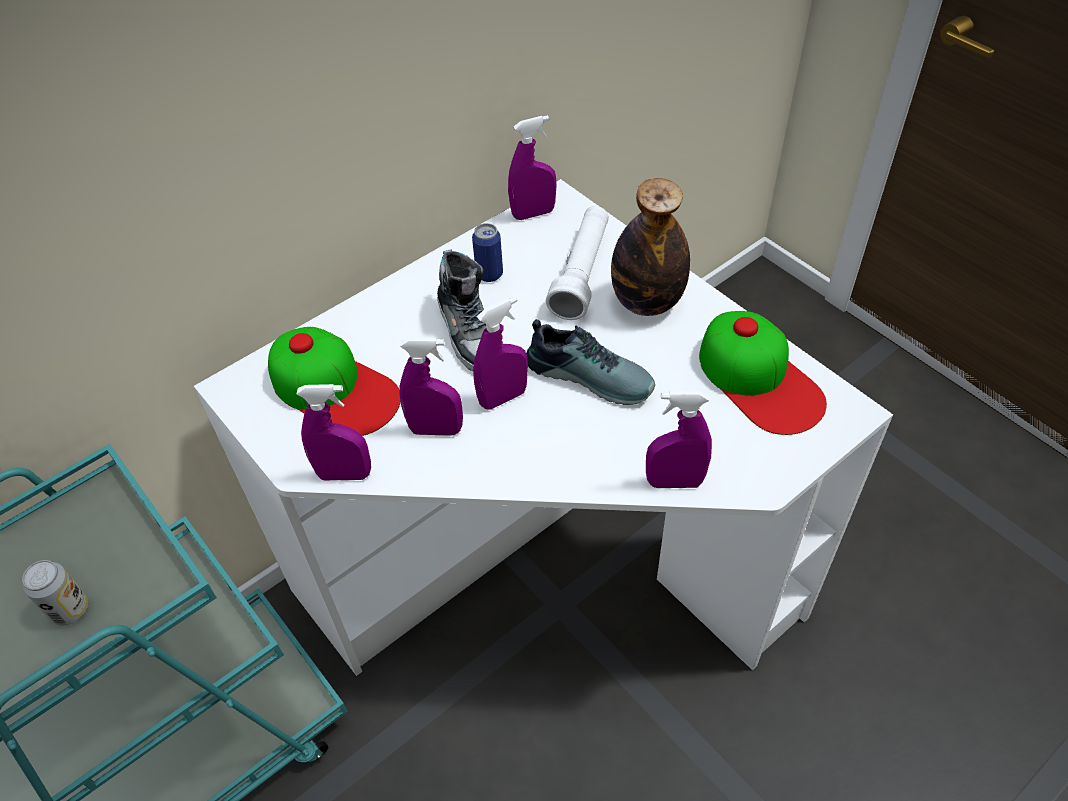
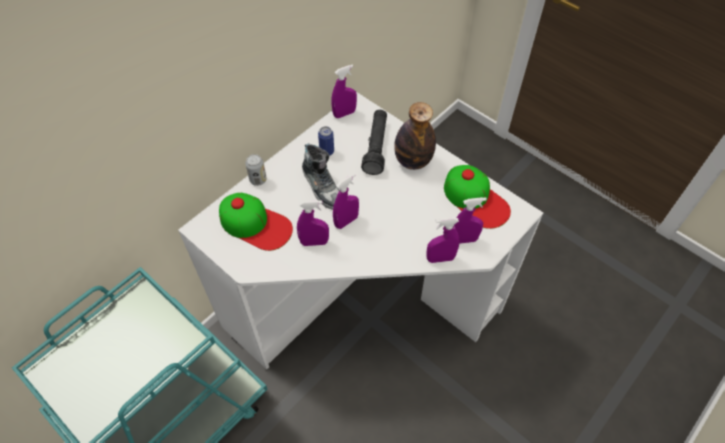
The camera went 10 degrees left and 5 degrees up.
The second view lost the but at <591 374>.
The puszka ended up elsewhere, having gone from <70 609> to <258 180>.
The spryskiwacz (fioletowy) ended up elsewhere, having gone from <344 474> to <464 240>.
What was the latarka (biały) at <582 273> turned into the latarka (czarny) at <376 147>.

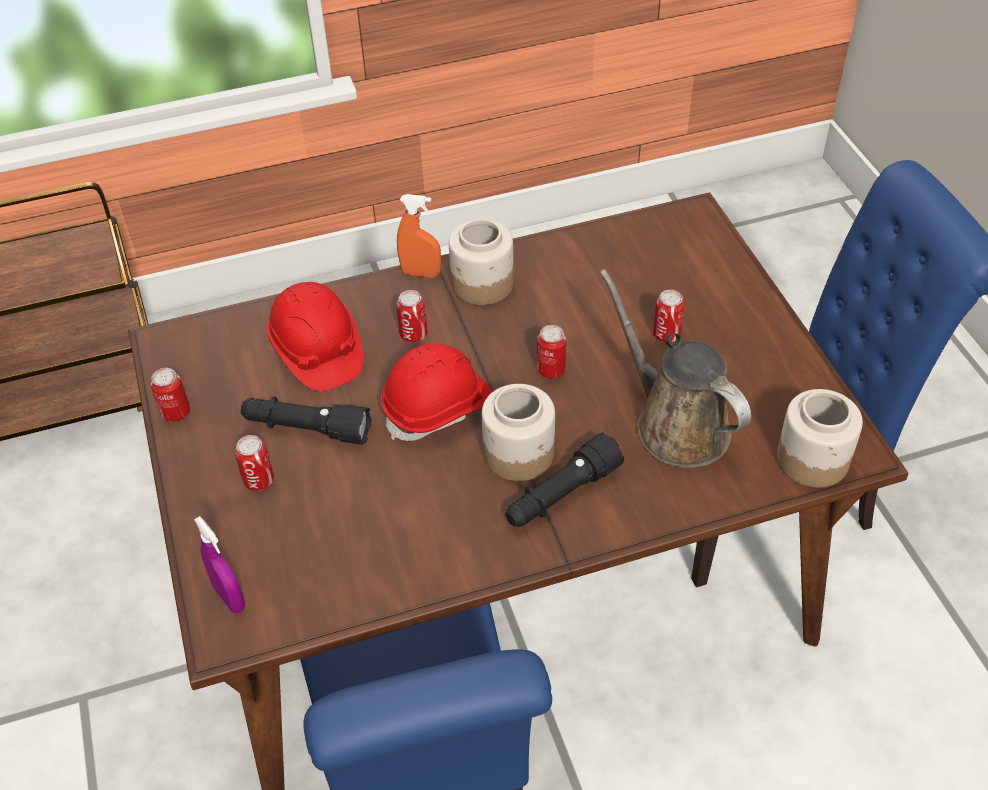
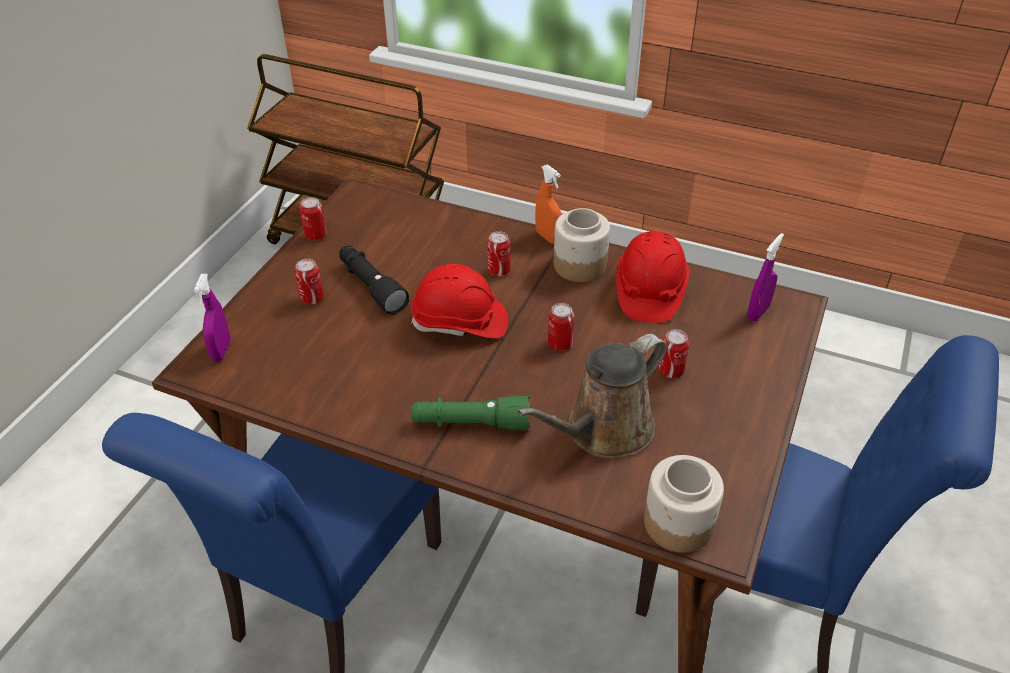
The camera went 40 degrees right and 5 degrees down.
The second view lost the słoik at <519 454>.
The second view gained the spryskiwacz (fioletowy) at <758 312>.
The kask (czerwony) ended up elsewhere, having gone from <317 352> to <649 292>.
What was the latarka (czarny) at <561 495> turned into the latarka (zielony) at <471 423>.
The konewka (brązowy) at <675 424> ended up facing another way, 135 degrees counterclockwise from before.

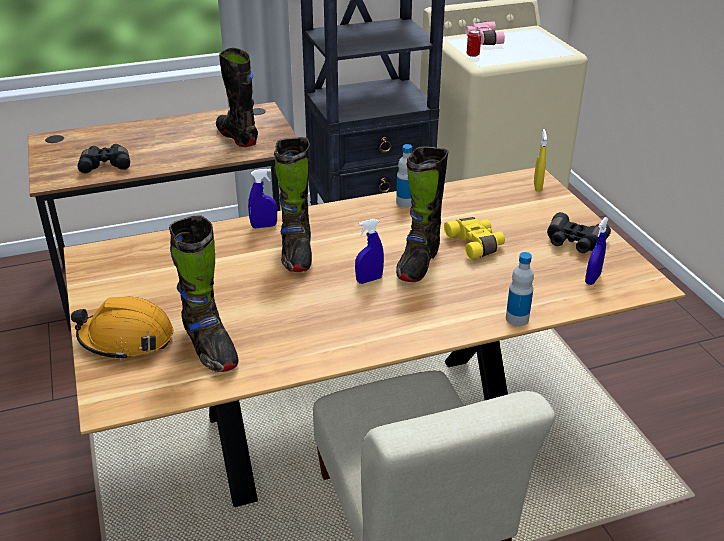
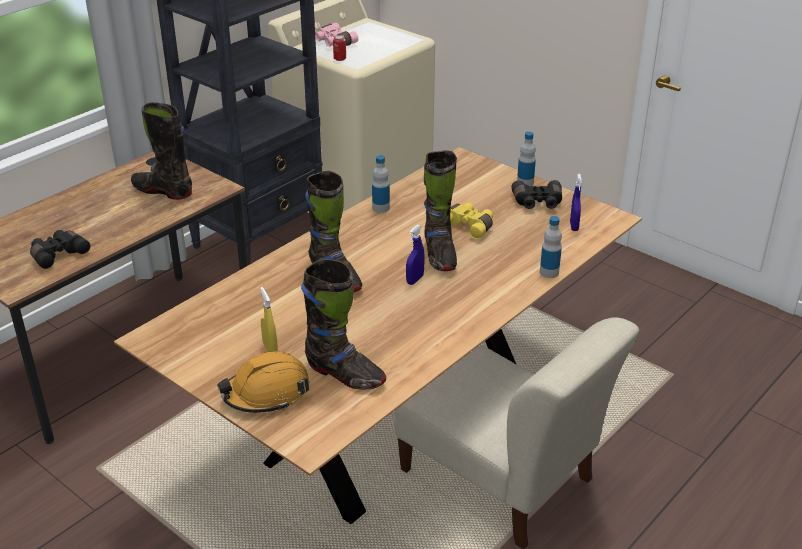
The camera went 30 degrees left and 0 degrees up.
The second view lost the spryskiwacz (niebieski) at <264 226>.
The second view gained the butelka at <525 183>.
The spryskiwacz (żółty) ended up elsewhere, having gone from <537 187> to <270 348>.

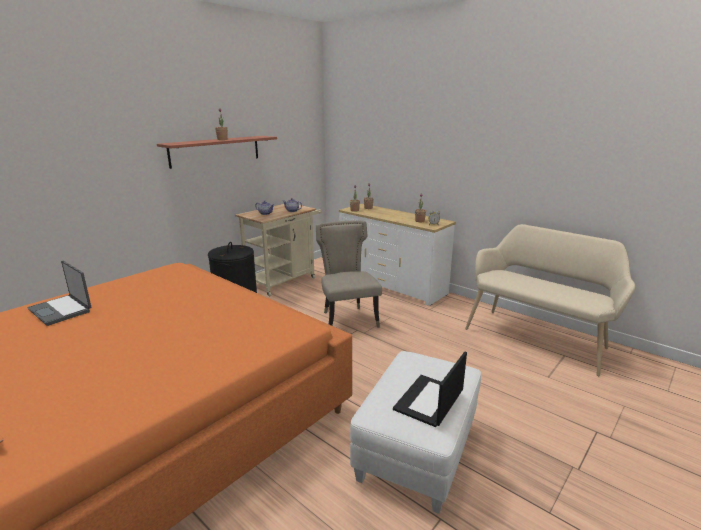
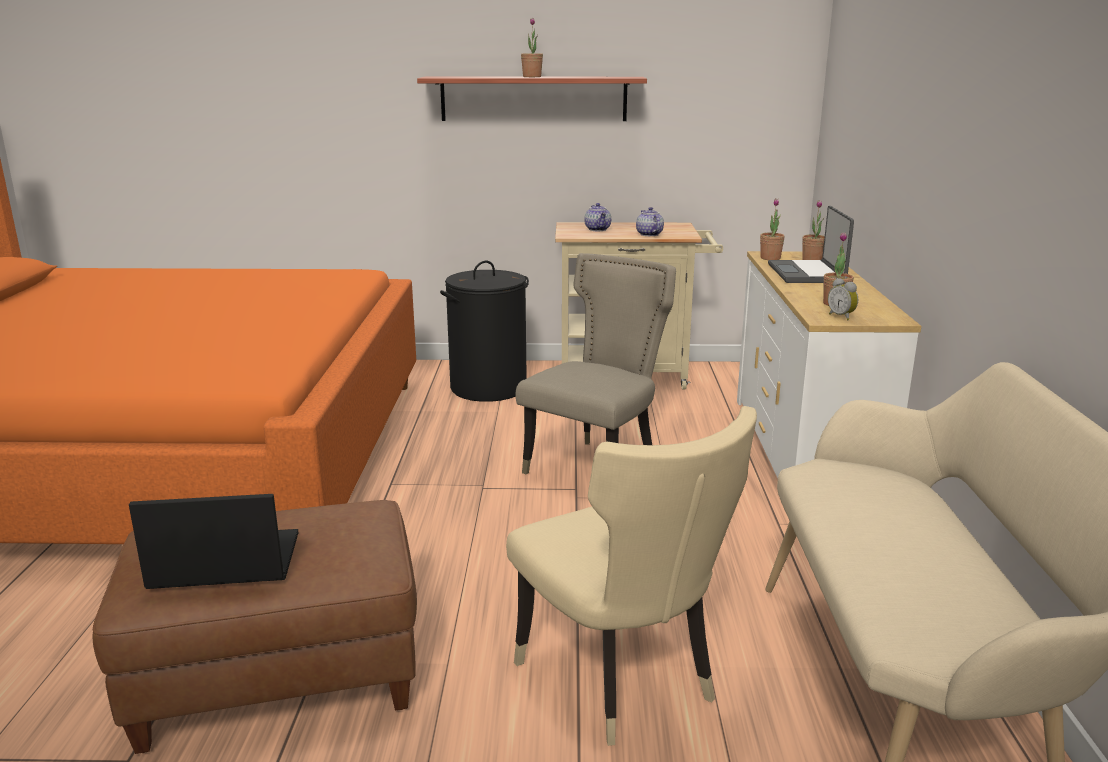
The camera went 50 degrees right and 0 degrees up.
The second view gained the krzesło (beżowy) at <623 681>.
The laptop ended up elsewhere, having gone from <61 310> to <807 273>.
What was the pufa (biały) at <417 453> turned into the pufa (brązowy) at <277 679>.

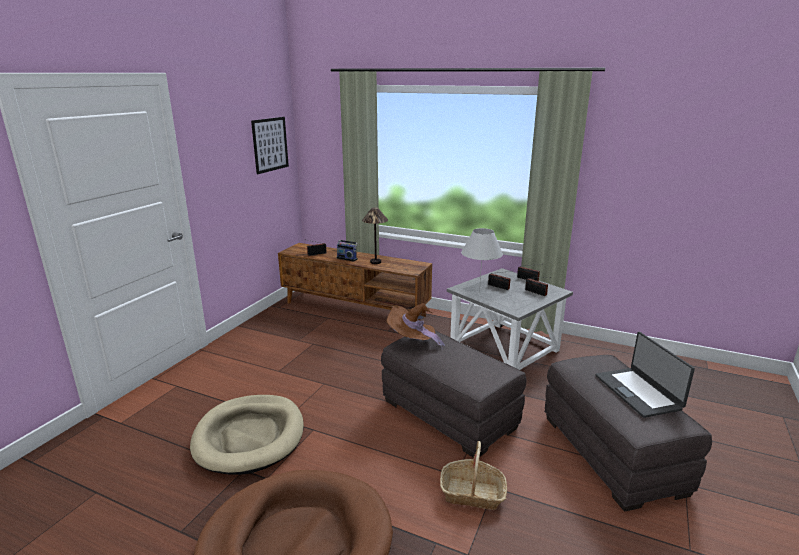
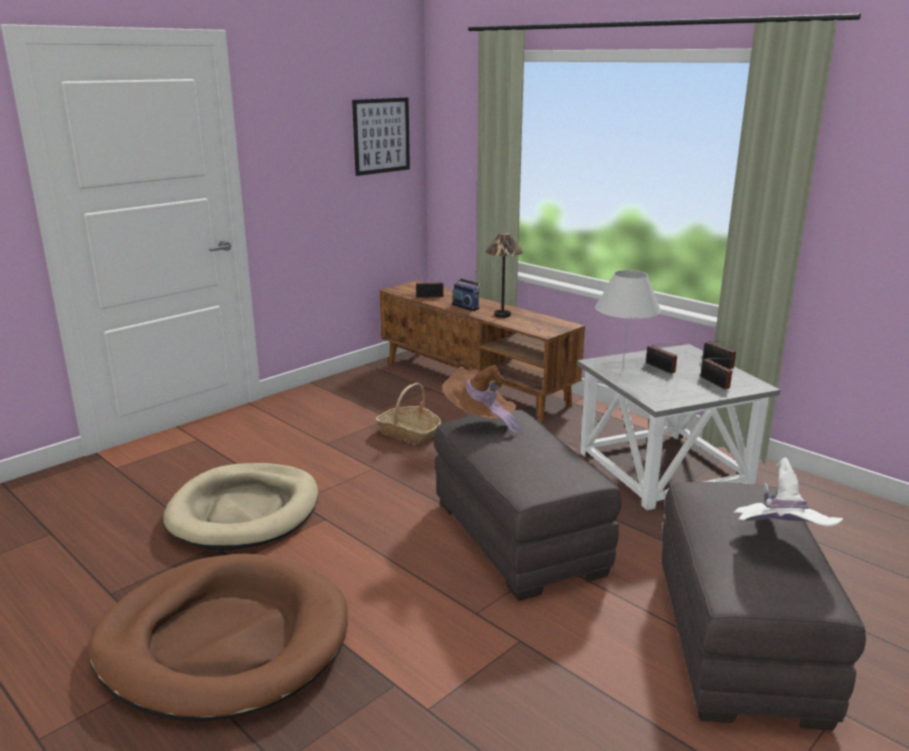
The camera went 20 degrees right and 0 degrees up.
The koszyk ended up elsewhere, having gone from <472 493> to <409 433>.
Where the laptop stood at <638 392>, the kapelusz (biały) came to stand at <779 543>.

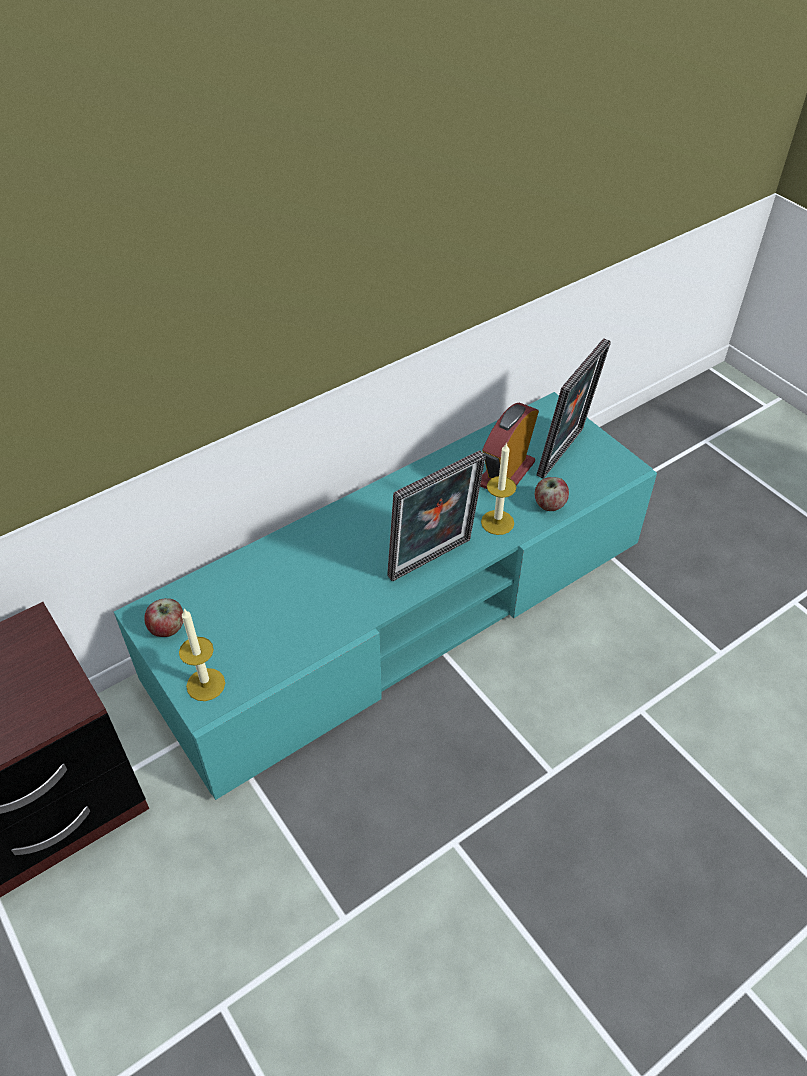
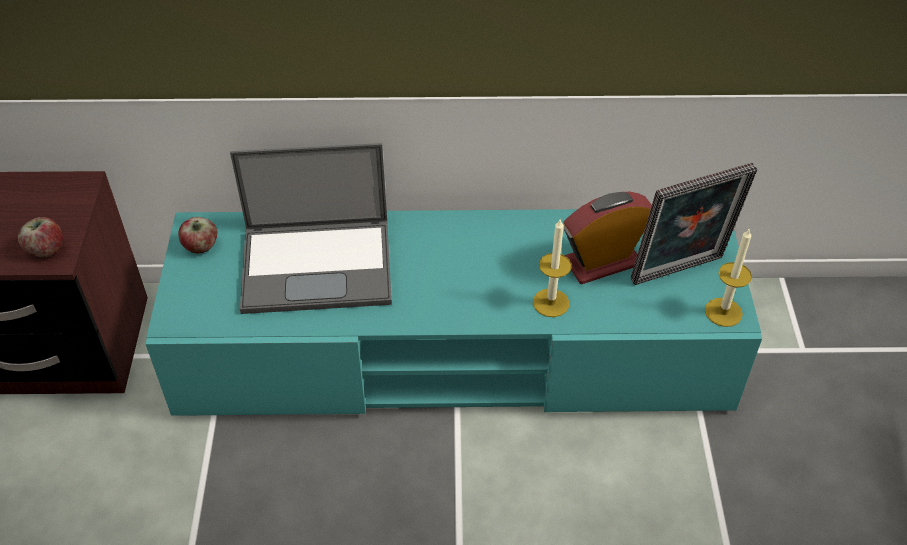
The camera went 35 degrees right and 0 degrees up.
The second view lost the ramka na zdjęcie at <433 562>.
The second view gained the laptop at <319 265>.
The świeca ended up elsewhere, having gone from <205 684> to <723 312>.
The jabłko ended up elsewhere, having gone from <549 504> to <46 249>.

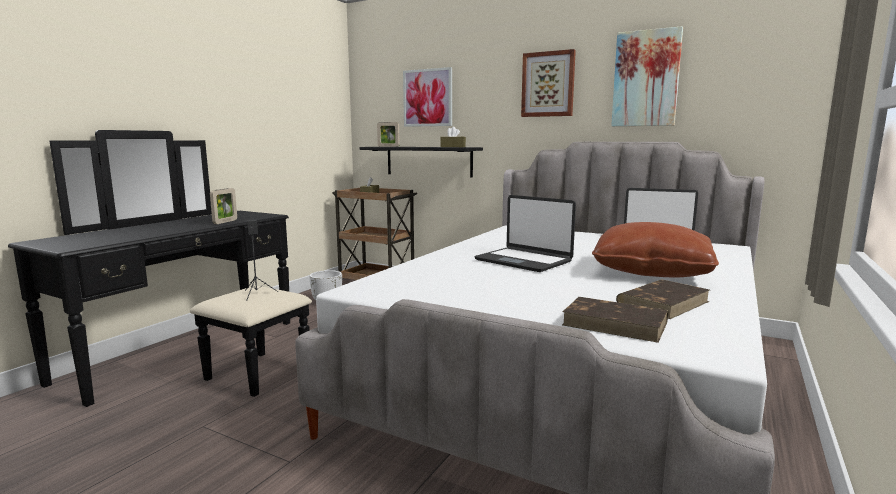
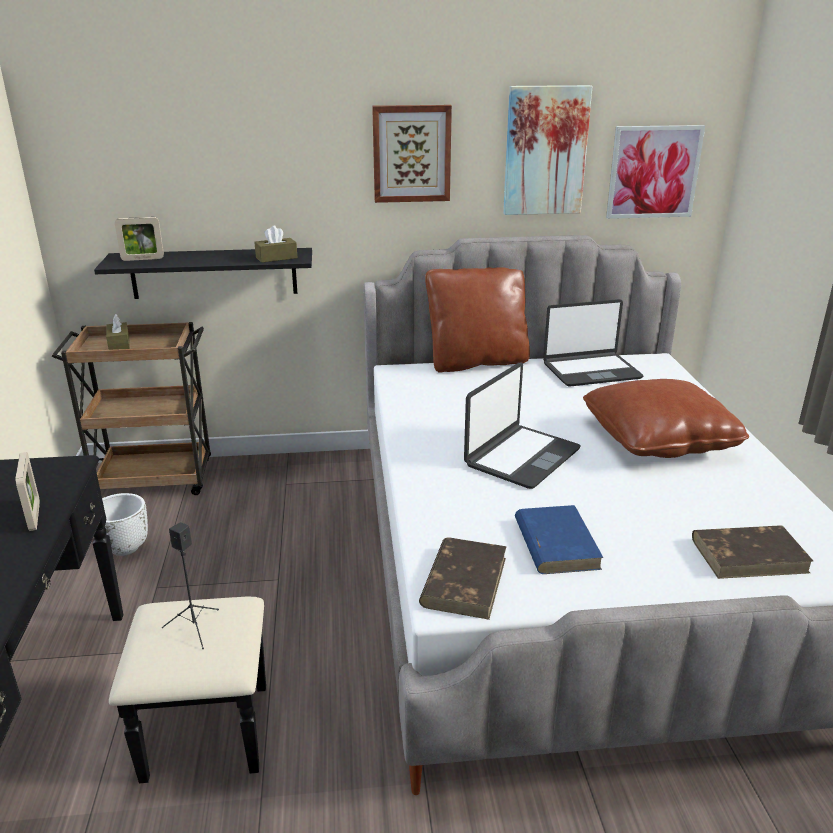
The camera went 35 degrees left and 15 degrees up.
The second view gained the poduszka (brązowy) at <477 362>.
The second view gained the książka (niebieski) at <555 543>.
The obraz ended up elsewhere, having gone from <428 98> to <653 172>.
The książka (brązowy) ended up elsewhere, having gone from <663 303> to <464 581>.
The laptop at <524 261> ended up facing another way, 60 degrees counterclockwise from before.

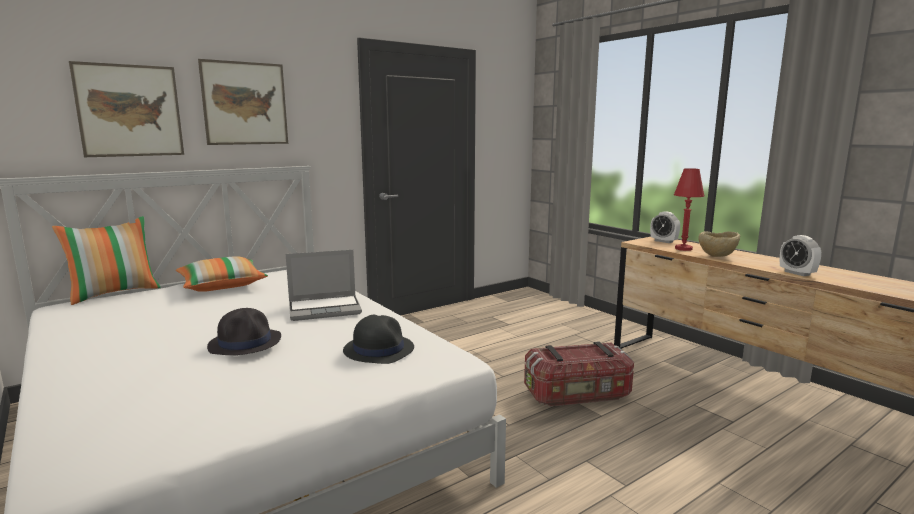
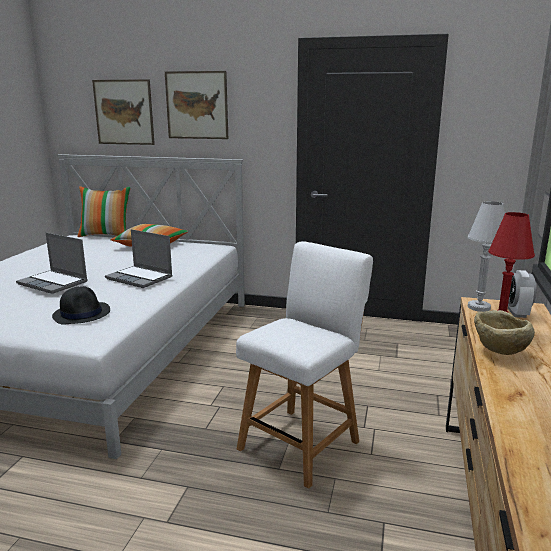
The camera went 50 degrees right and 5 degrees up.
The second view lost the budzik at <797 273>.
The second view gained the lampa stołowa (biały) at <478 307>.
Where the kapelusz (czarny) stood at <245 343>, the laptop came to stand at <54 283>.
Where the pojemnik do przechowywania stood at <578 395>, the krzesło (biały) came to stand at <302 442>.

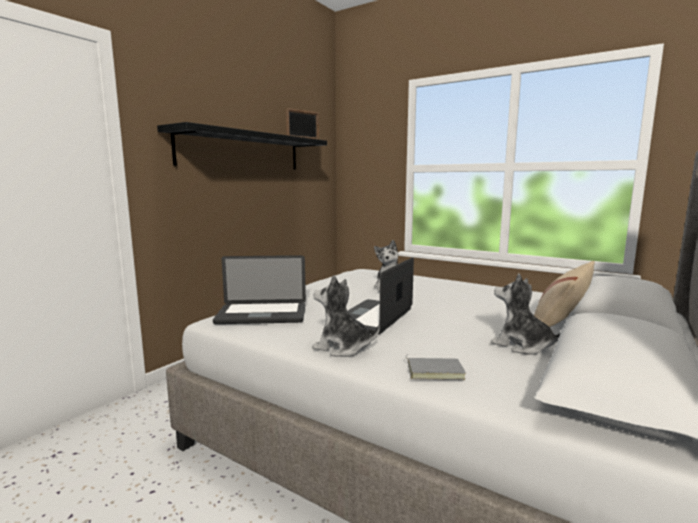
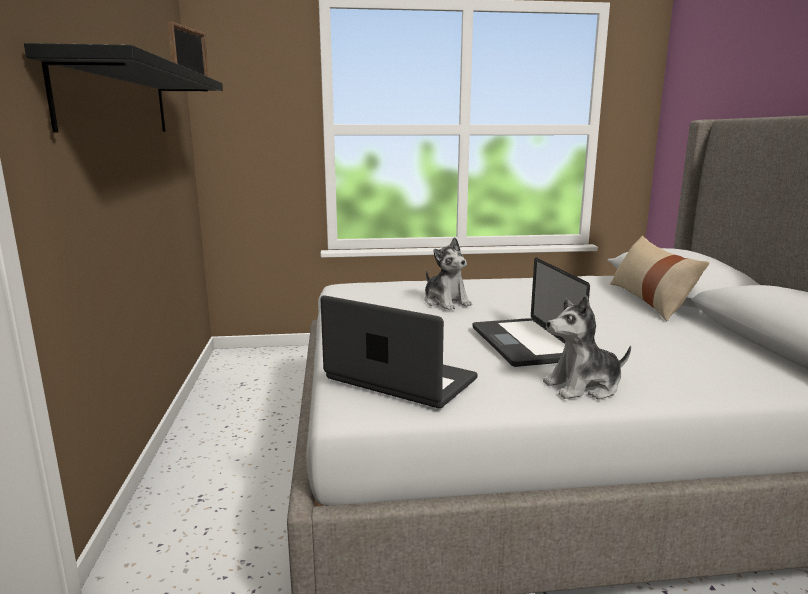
The camera went 40 degrees left and 5 degrees up.
The second view lost the książka (szary) at <435 371>.
The second view lost the pluszak at <521 345>.
The laptop at <262 315> ended up facing another way, 105 degrees counterclockwise from before.

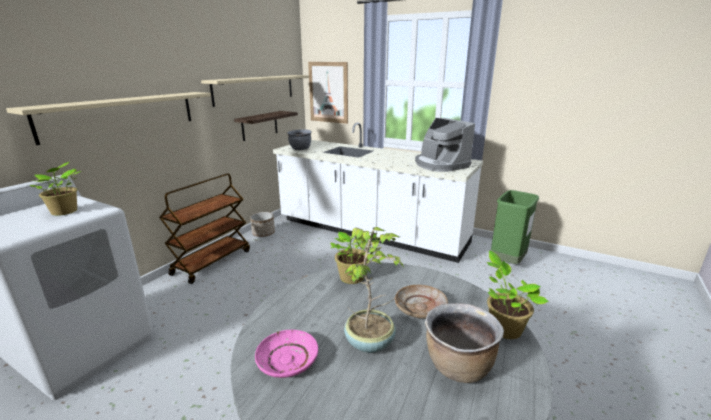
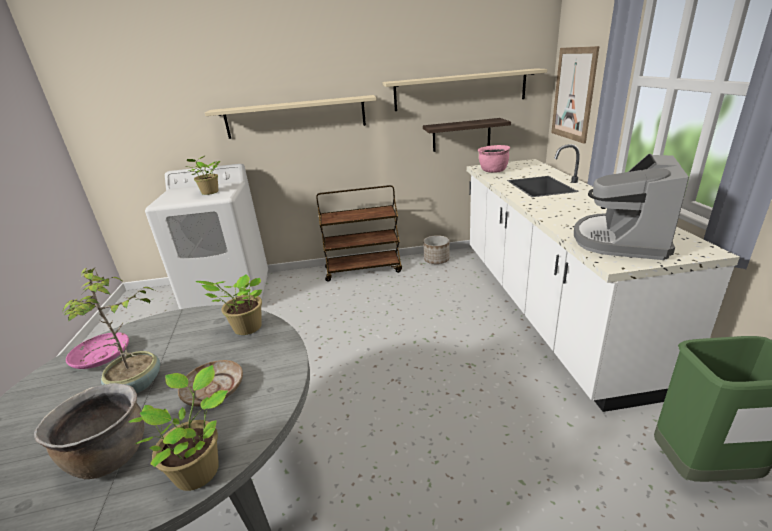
The camera went 55 degrees right and 5 degrees up.
What was the garnek (szary) at <300 149> turned into the garnek (różowy) at <493 171>.

